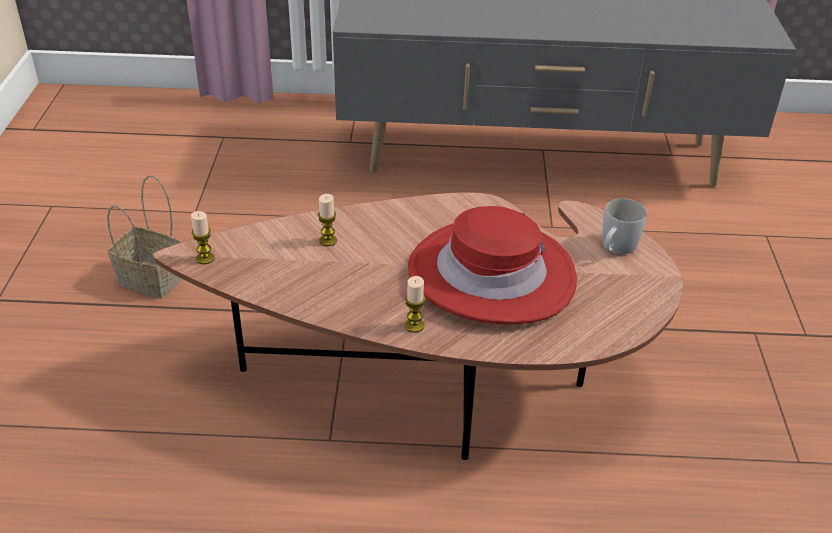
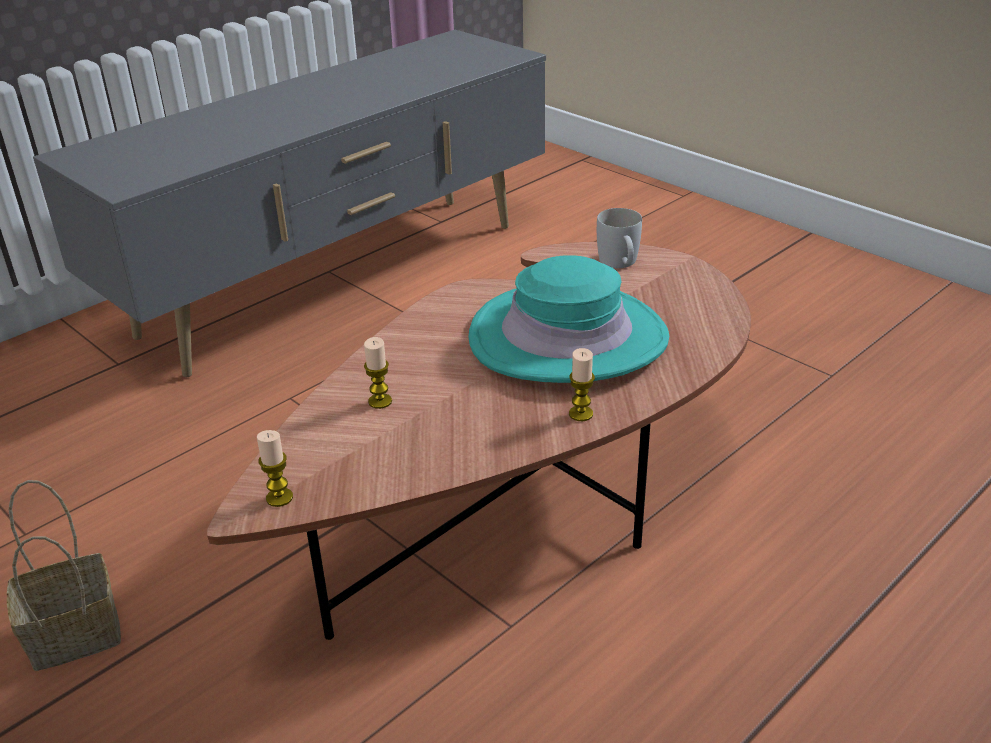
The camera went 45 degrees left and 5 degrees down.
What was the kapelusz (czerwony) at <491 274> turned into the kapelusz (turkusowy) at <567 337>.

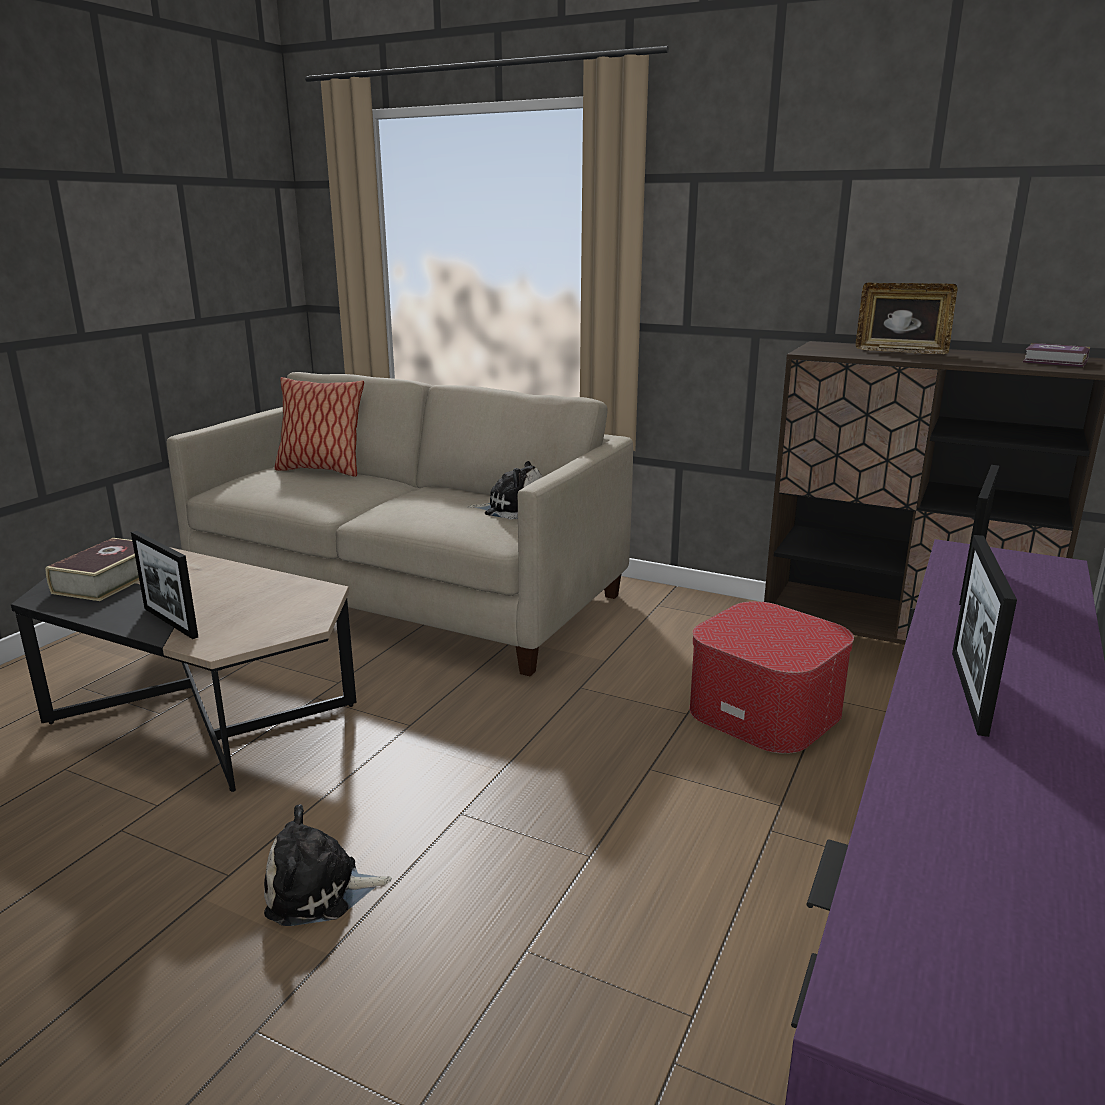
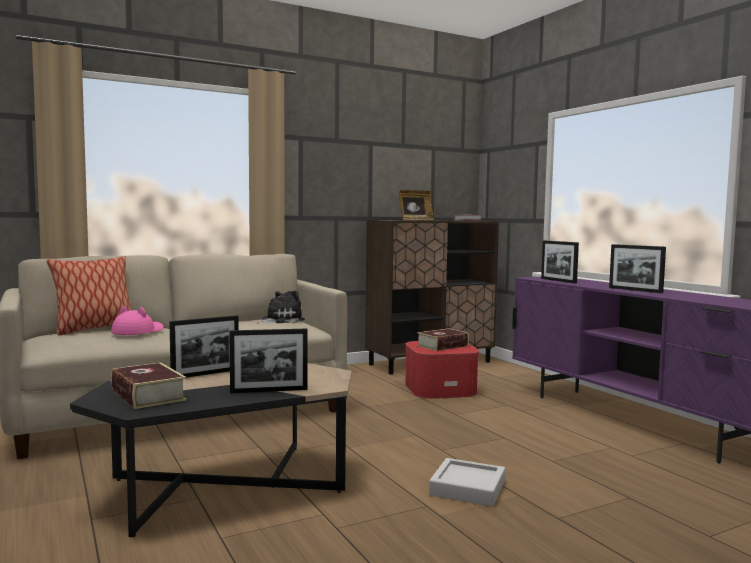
The camera went 55 degrees left and 15 degrees down.
The second view gained the kapelusz (różowy) at <138 332>.
The second view gained the ramka na zdjęcie at <205 374>.
The second view gained the książka at <442 346>.
Where the pluszak stood at <319 891>, the taca (szary) came to stand at <467 488>.

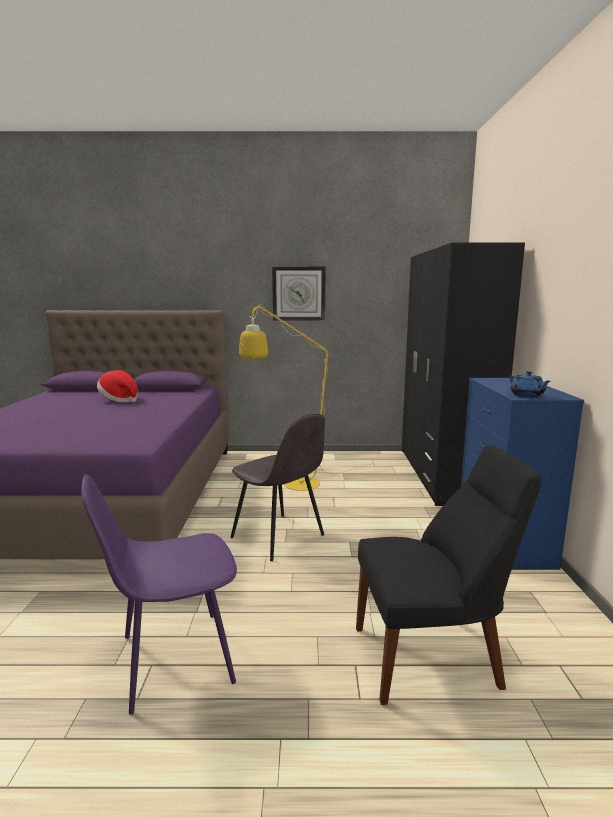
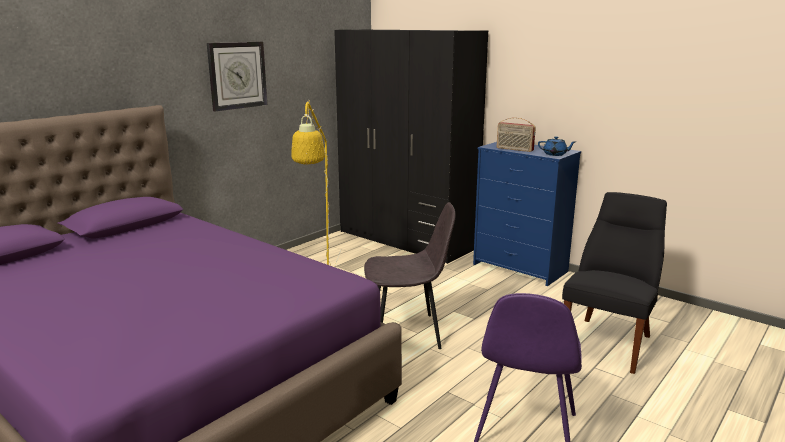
The camera went 50 degrees left and 5 degrees up.
The second view lost the kapelusz at <119 400>.
The second view gained the radio at <514 149>.

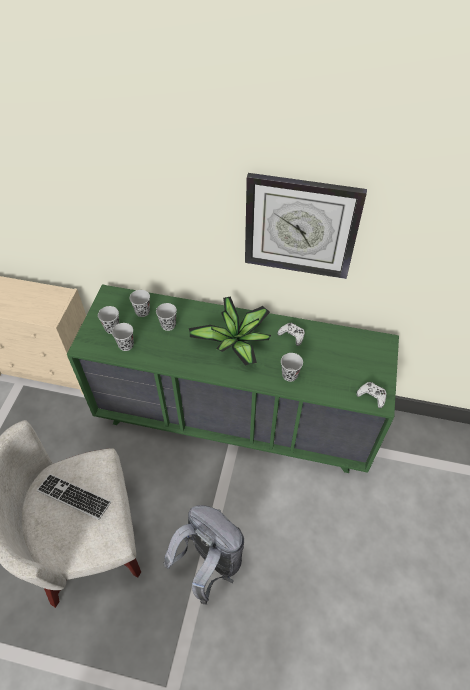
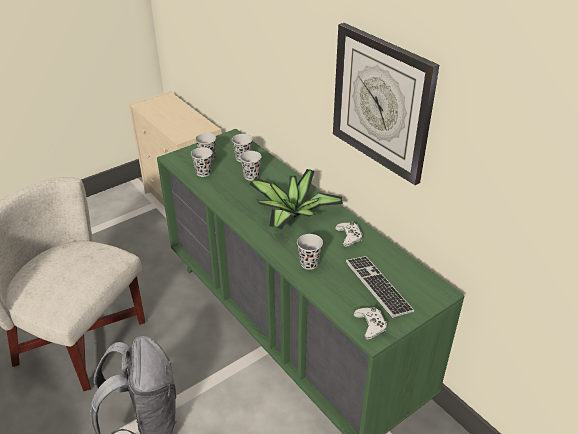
The camera went 40 degrees right and 15 degrees down.
The klawiatura ended up elsewhere, having gone from <74 497> to <378 287>.

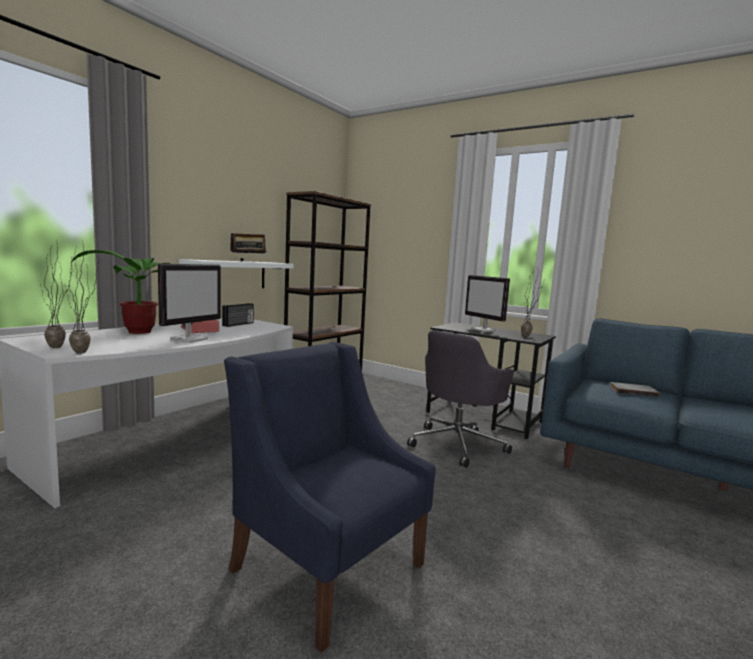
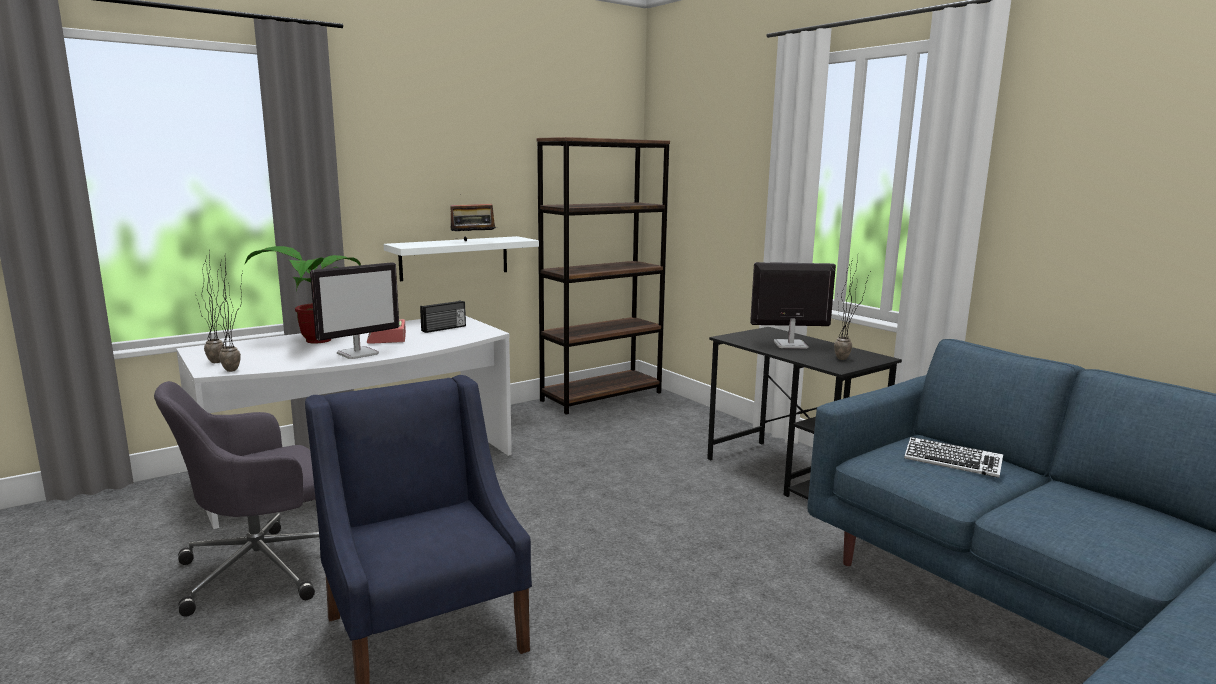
The camera went 20 degrees right and 5 degrees up.
The krzesło biurowe (szary) ended up elsewhere, having gone from <458 444> to <261 569>.
Where the książka (szary) stood at <632 391>, the klawiatura came to stand at <952 462>.
The monitor at <484 330> ended up facing another way, 105 degrees clockwise from before.

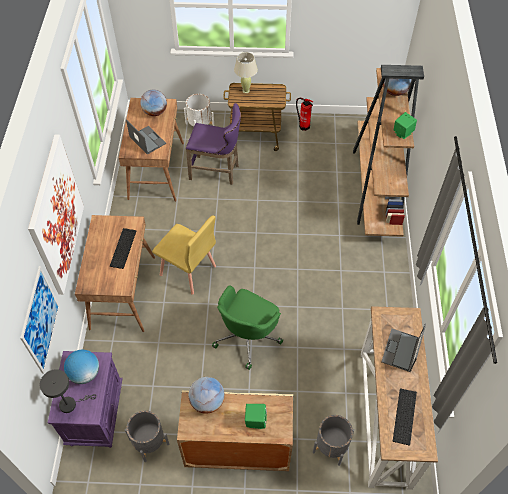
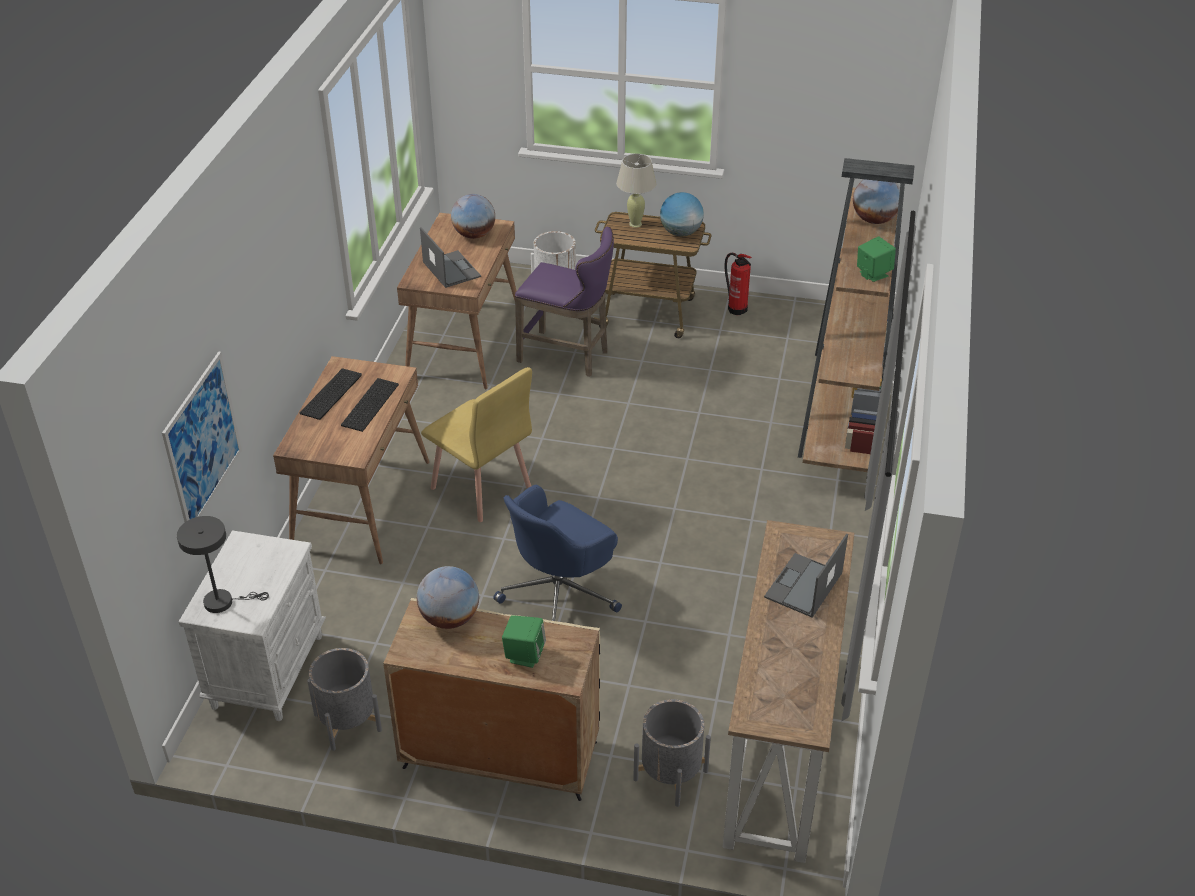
The camera went 10 degrees right and 15 degrees down.
The second view lost the obraz at <56 216>.
The globus ended up elsewhere, having gone from <85 373> to <681 233>.
The klawiatura ended up elsewhere, having gone from <405 417> to <332 395>.
What was the szafka nocna (fioletowy) at <96 414> turned into the szafka nocna (biały) at <267 670>.
What was the krzesło biurowe (zielony) at <247 336> turned into the krzesło biurowe (niebieski) at <560 594>.

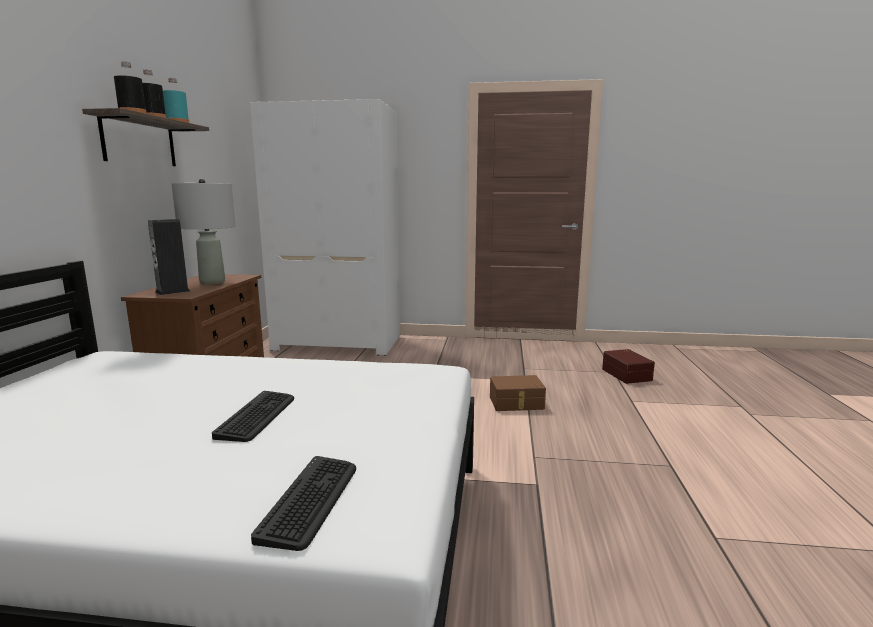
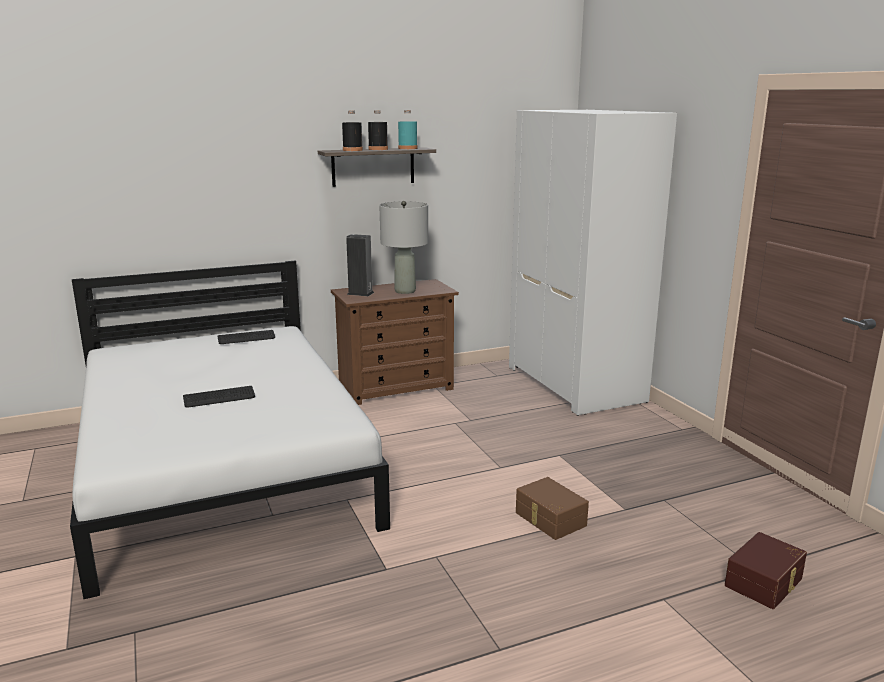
The camera went 60 degrees right and 5 degrees up.
The klawiatura ended up elsewhere, having gone from <311 500> to <246 338>.

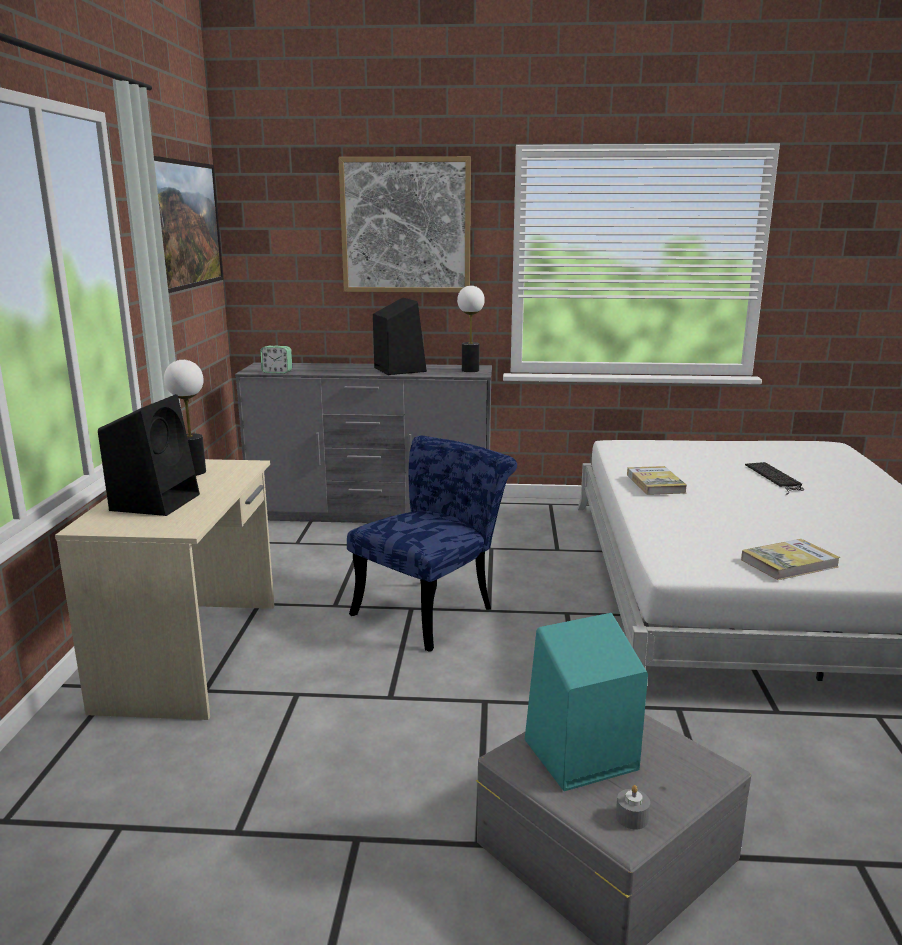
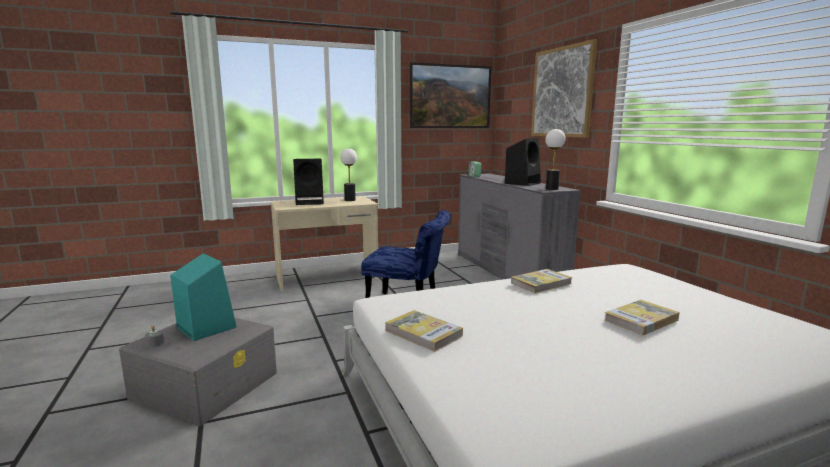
The camera went 65 degrees right and 5 degrees down.
Where the klawiatura stood at <775 478>, the książka came to stand at <641 320>.

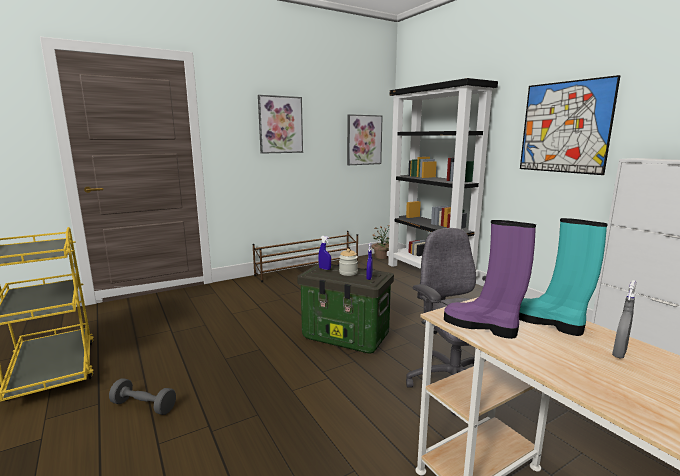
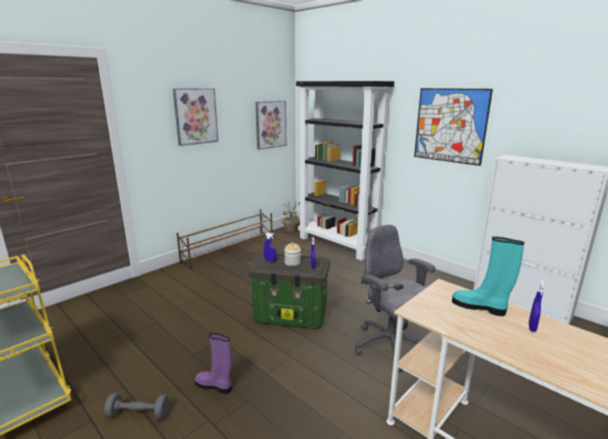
The camera went 15 degrees left and 5 degrees up.
The but z cholewką (fioletowy) ended up elsewhere, having gone from <481 327> to <214 386>.
What was the spryskiwacz (szary) at <619 353> turned into the spryskiwacz (niebieski) at <532 327>.

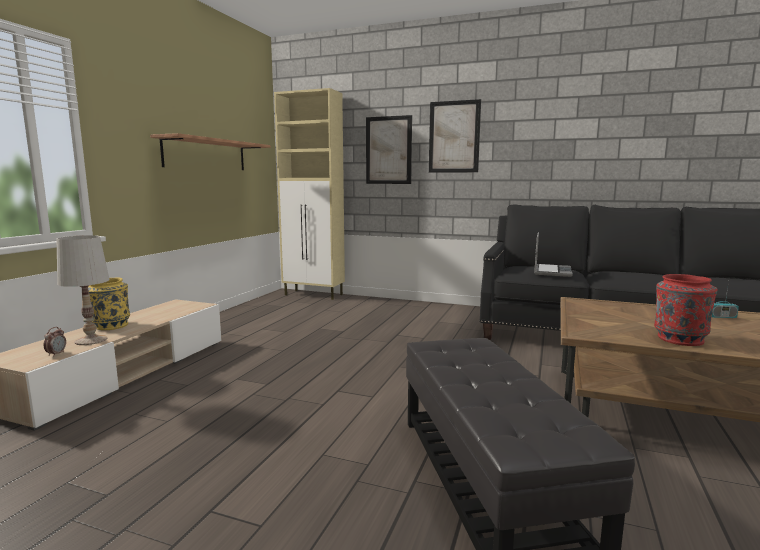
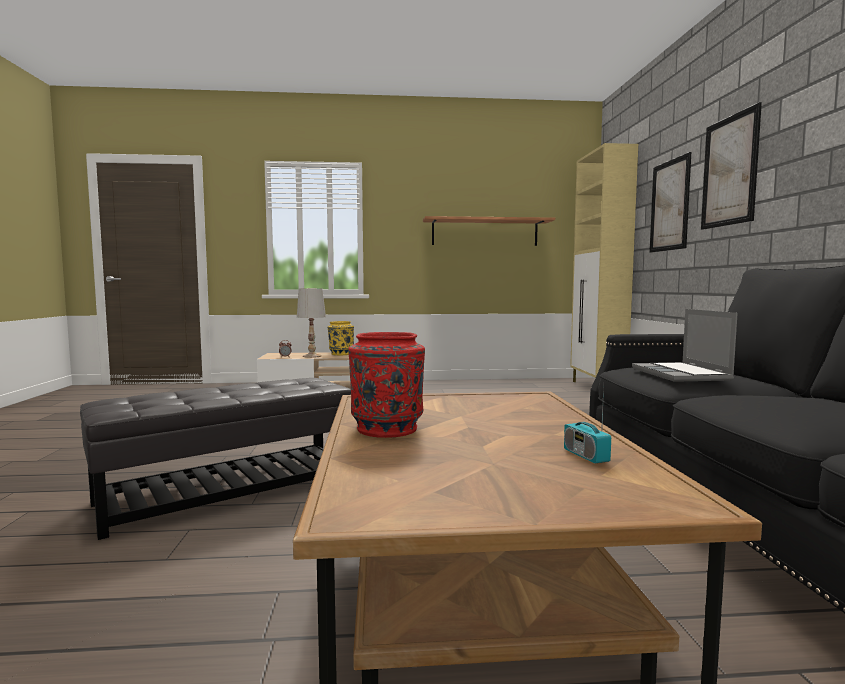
The camera went 65 degrees right and 5 degrees down.
The laptop at <551 271> ended up facing another way, 90 degrees clockwise from before.

